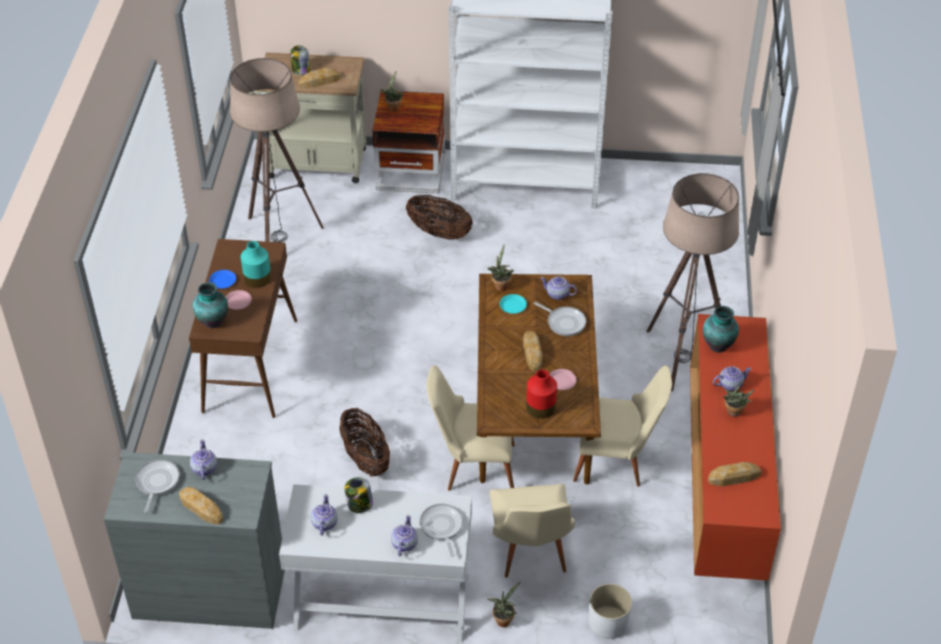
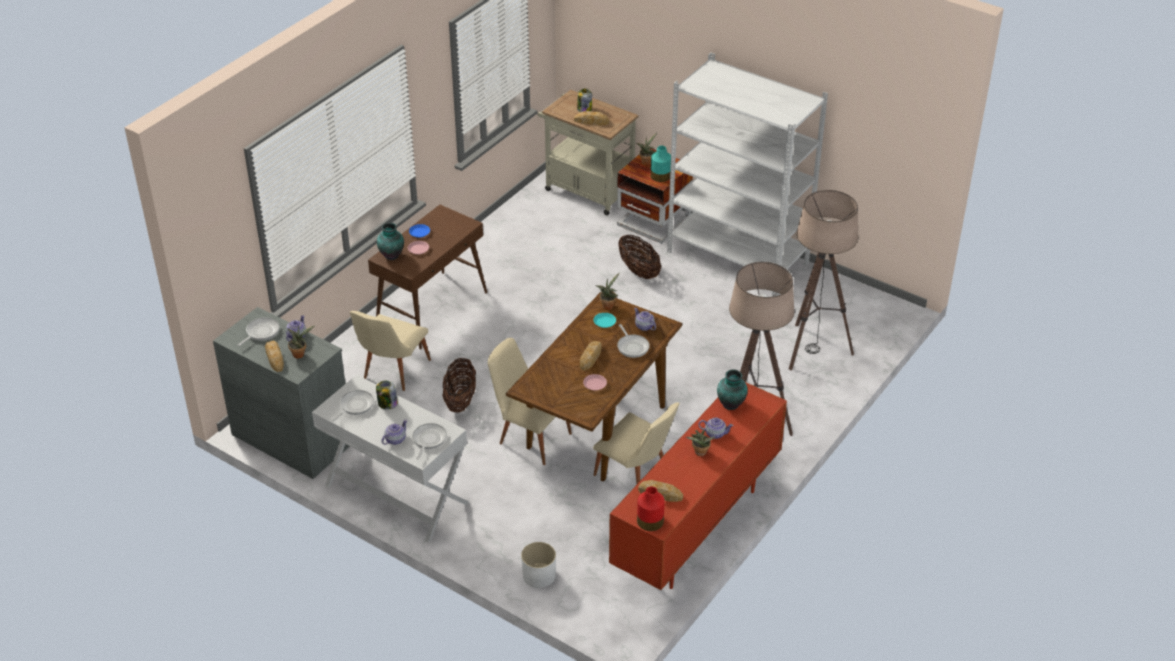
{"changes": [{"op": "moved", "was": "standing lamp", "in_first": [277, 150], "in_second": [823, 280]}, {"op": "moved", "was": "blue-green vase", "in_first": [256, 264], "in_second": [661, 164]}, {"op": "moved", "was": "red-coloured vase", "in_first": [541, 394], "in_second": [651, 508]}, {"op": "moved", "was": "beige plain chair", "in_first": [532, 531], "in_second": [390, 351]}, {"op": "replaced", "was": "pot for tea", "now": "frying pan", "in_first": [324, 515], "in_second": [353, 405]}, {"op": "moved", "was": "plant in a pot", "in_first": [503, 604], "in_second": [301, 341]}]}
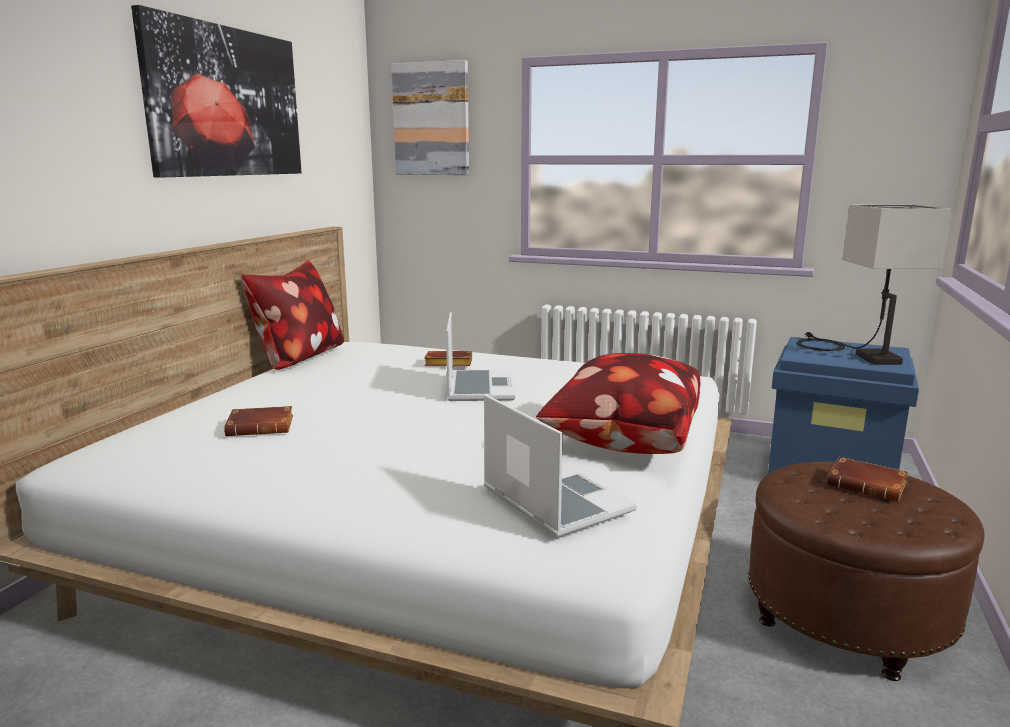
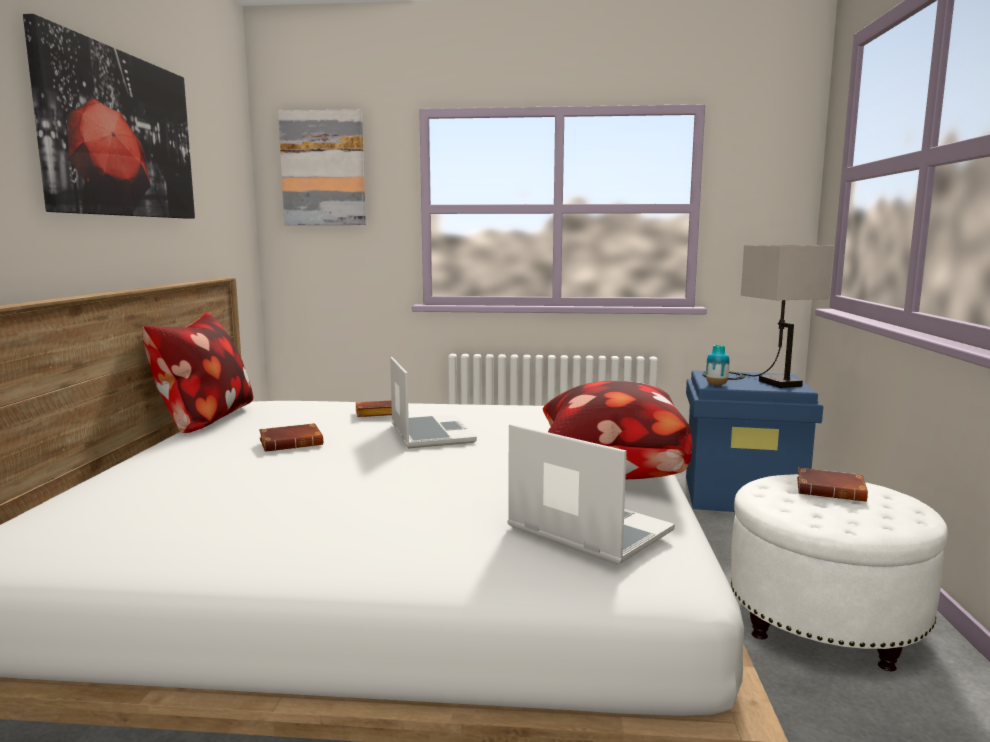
{"changes": [{"op": "moved", "was": "brown bound book", "in_first": [258, 421], "in_second": [291, 437]}, {"op": "recoloured", "was": "brown footrest", "now": "white footrest", "in_first": [866, 571], "in_second": [839, 572]}, {"op": "added", "now": "vase", "in_second": [718, 365]}]}
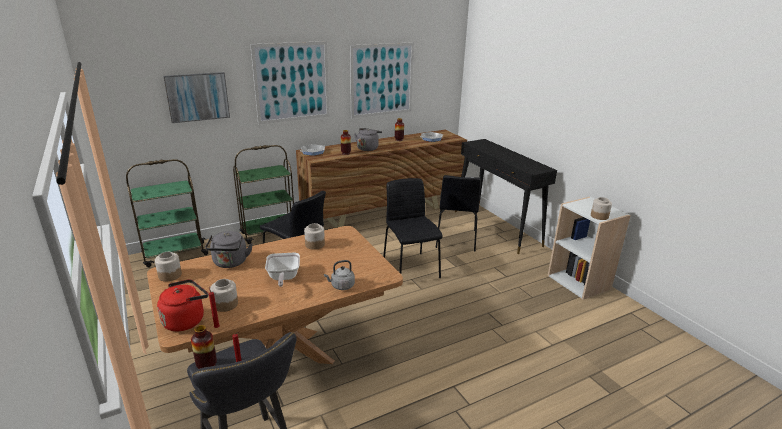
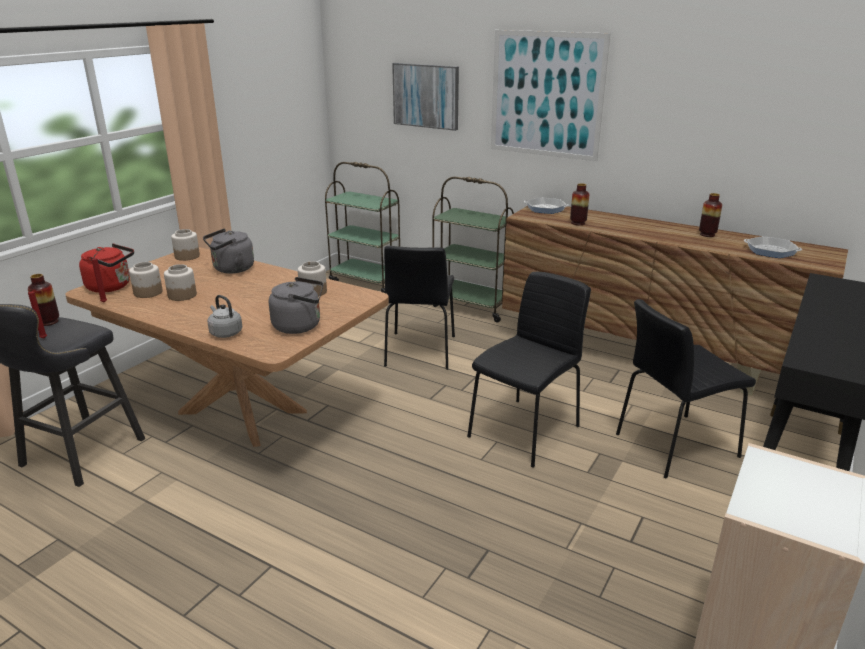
{"changes": [{"op": "removed", "was": "wall art", "in_first": [382, 80]}, {"op": "moved", "was": "grey kettle", "in_first": [368, 139], "in_second": [296, 305]}, {"op": "moved", "was": "storage jar", "in_first": [601, 208], "in_second": [180, 282]}, {"op": "removed", "was": "frying pan", "in_first": [282, 270]}]}
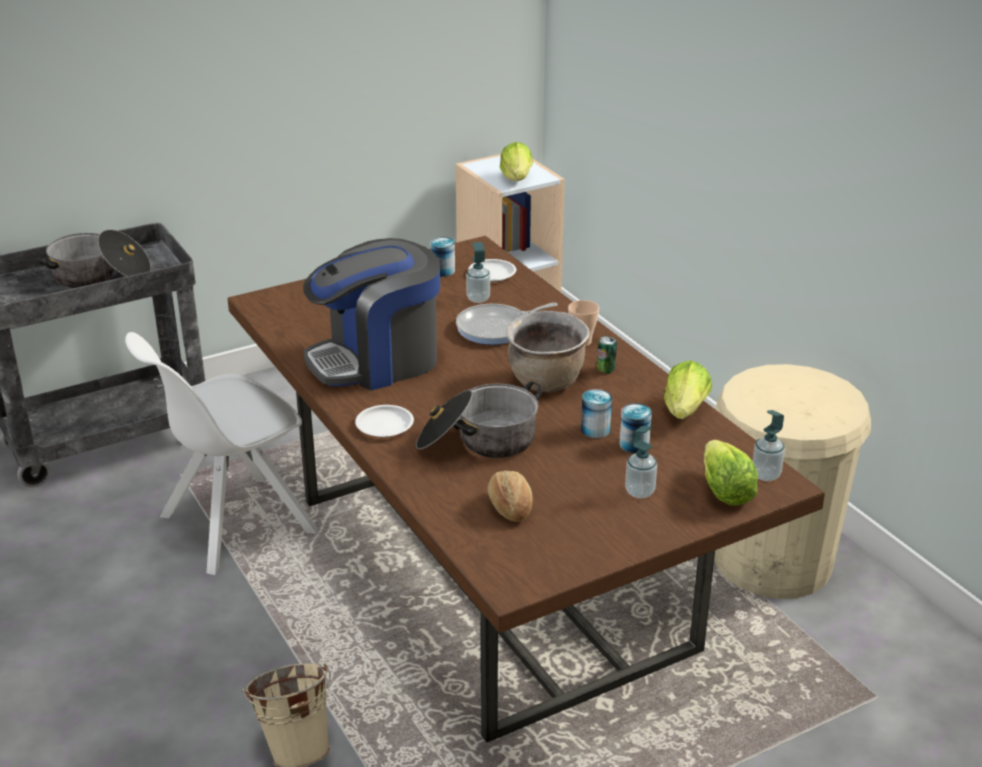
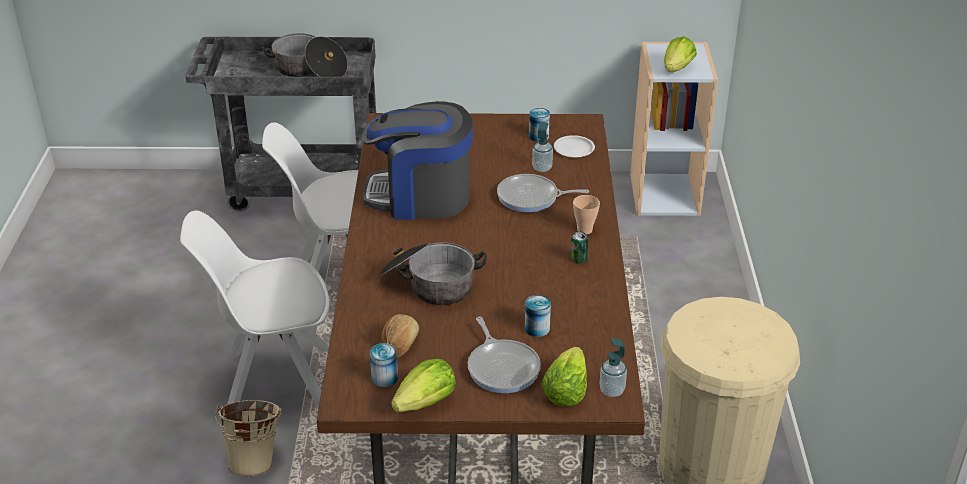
{"changes": [{"op": "removed", "was": "brown stockpot", "in_first": [548, 351]}, {"op": "moved", "was": "lettuce head", "in_first": [688, 389], "in_second": [423, 385]}, {"op": "moved", "was": "metal can", "in_first": [596, 413], "in_second": [384, 365]}, {"op": "removed", "was": "white flat dish", "in_first": [384, 421]}, {"op": "replaced", "was": "soap bottle", "now": "frying pan", "in_first": [641, 462], "in_second": [504, 355]}, {"op": "added", "now": "white plain chair", "in_second": [255, 310]}]}
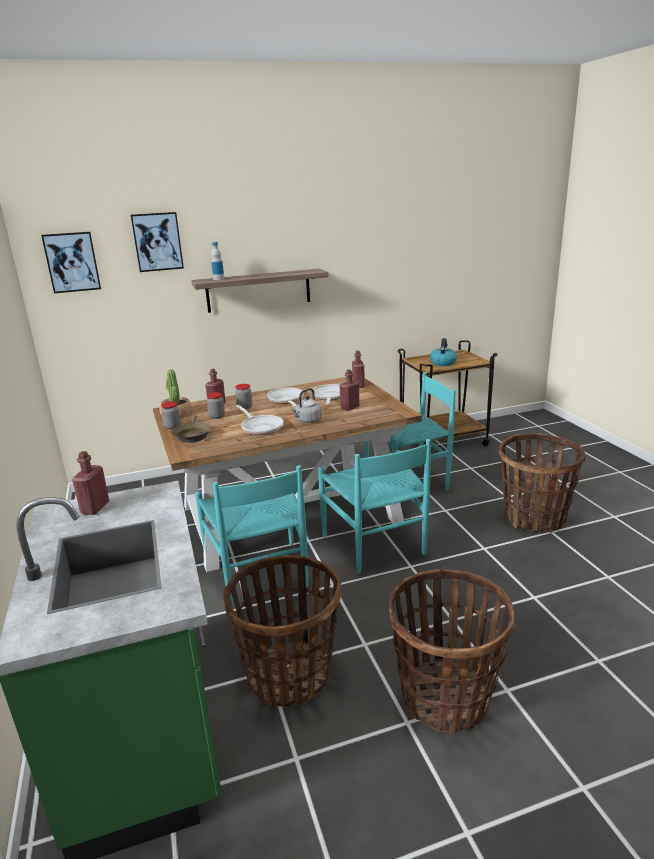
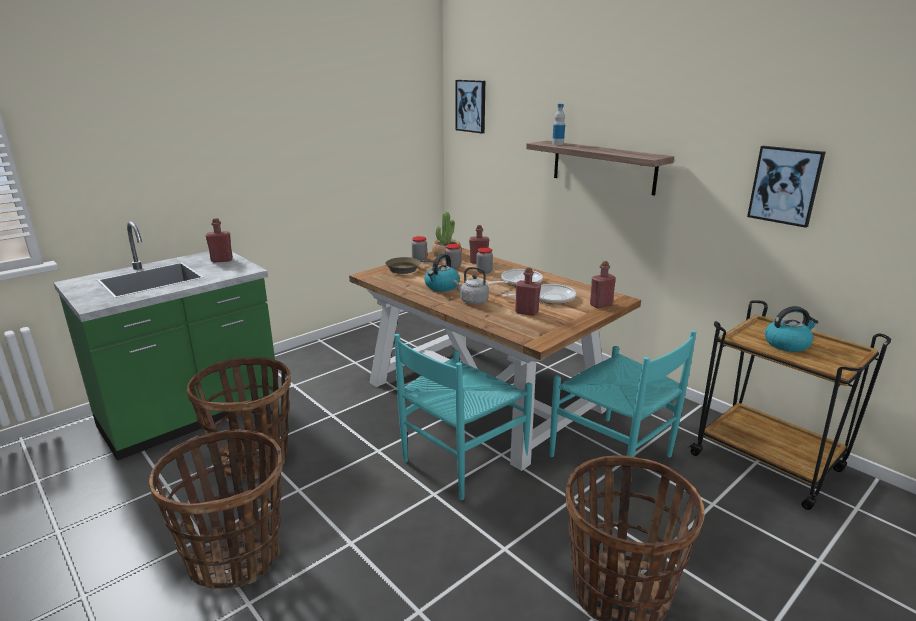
{"changes": [{"op": "moved", "was": "wall art", "in_first": [157, 242], "in_second": [786, 187]}, {"op": "replaced", "was": "frying pan", "now": "kettle", "in_first": [260, 420], "in_second": [442, 272]}, {"op": "removed", "was": "blue-green plain chair", "in_first": [251, 536]}]}
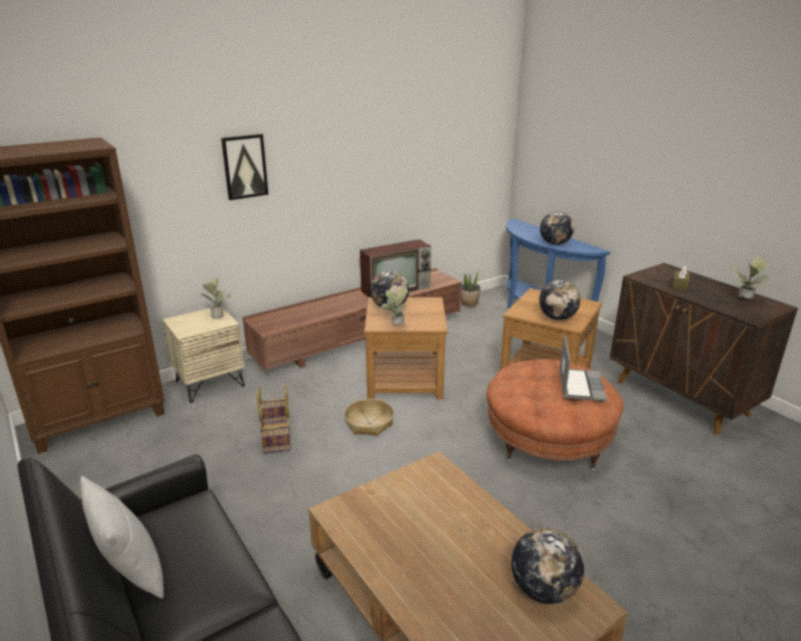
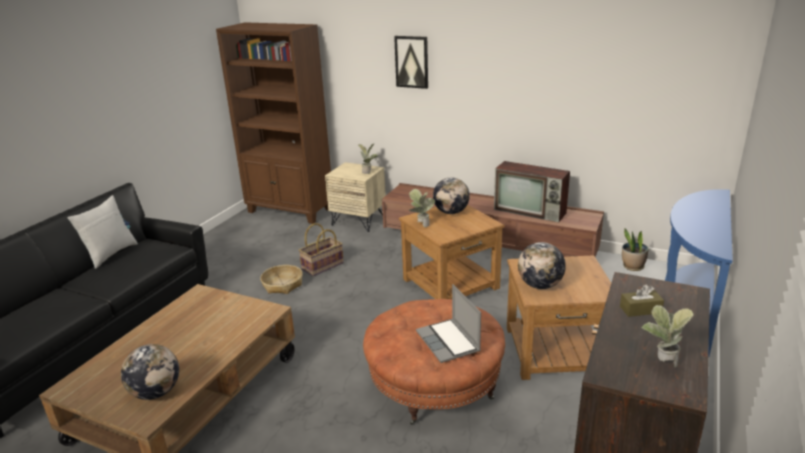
{"changes": [{"op": "removed", "was": "globe", "in_first": [557, 228]}, {"op": "turned", "was": "laptop", "in_first": [583, 368], "in_second": [448, 323], "clockwise": 90}, {"op": "moved", "was": "storage basket", "in_first": [369, 417], "in_second": [281, 279]}]}
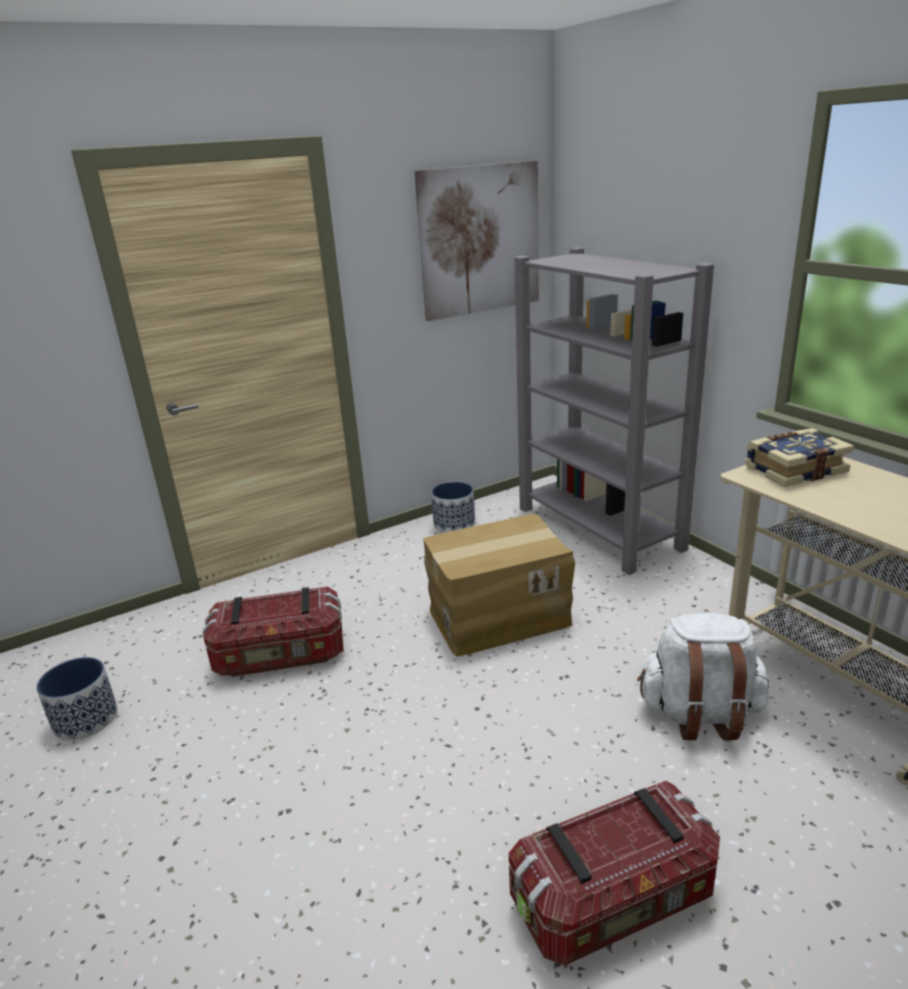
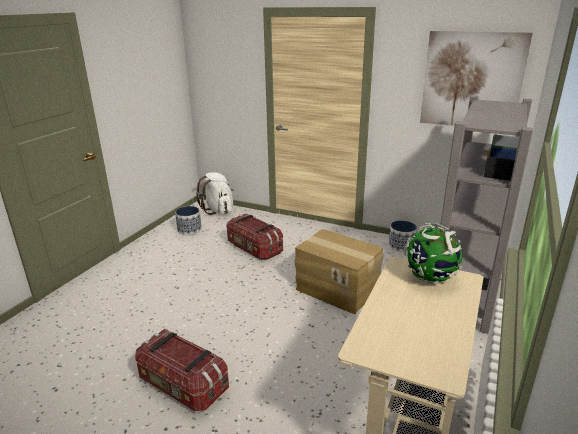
{"changes": [{"op": "replaced", "was": "bound book", "now": "globe", "in_first": [799, 457], "in_second": [433, 253]}, {"op": "moved", "was": "white knapsack", "in_first": [703, 677], "in_second": [214, 193]}]}
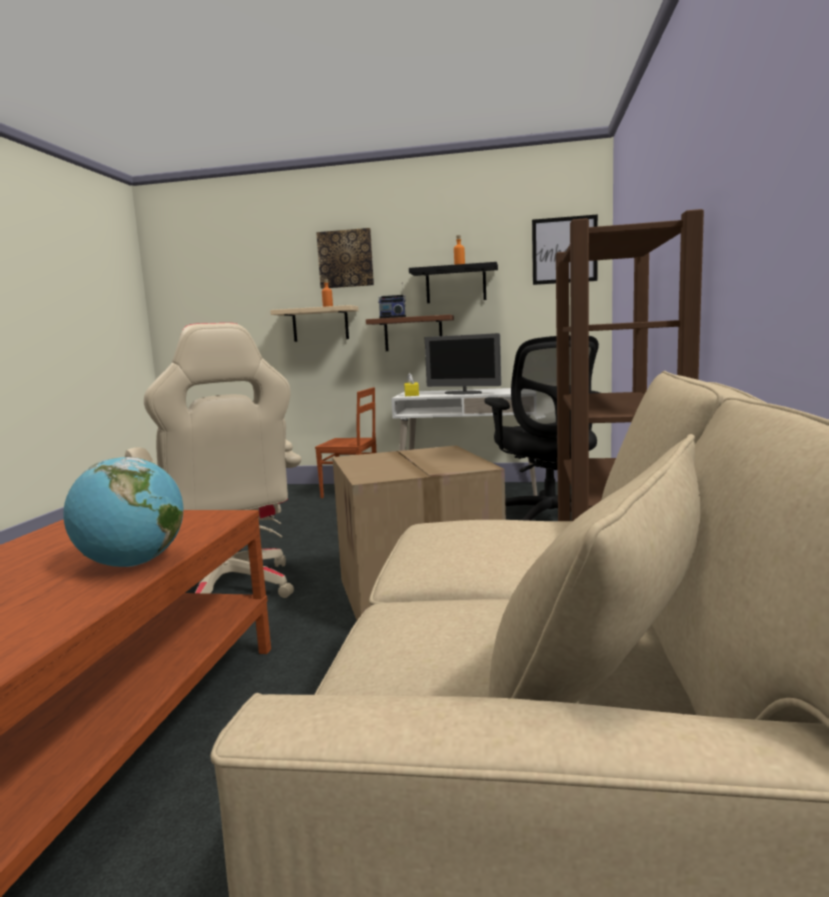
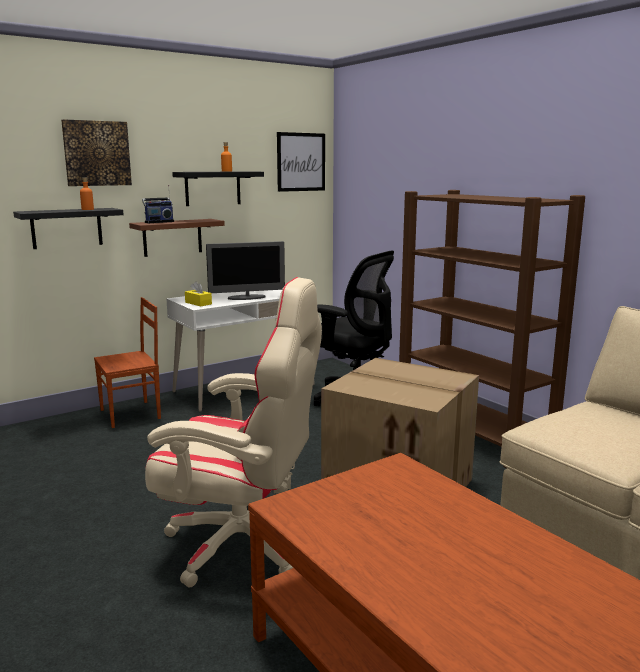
{"changes": [{"op": "recoloured", "was": "beige wall shelf", "now": "blackish wall shelf", "in_first": [314, 323], "in_second": [68, 228]}, {"op": "removed", "was": "globe", "in_first": [123, 512]}]}
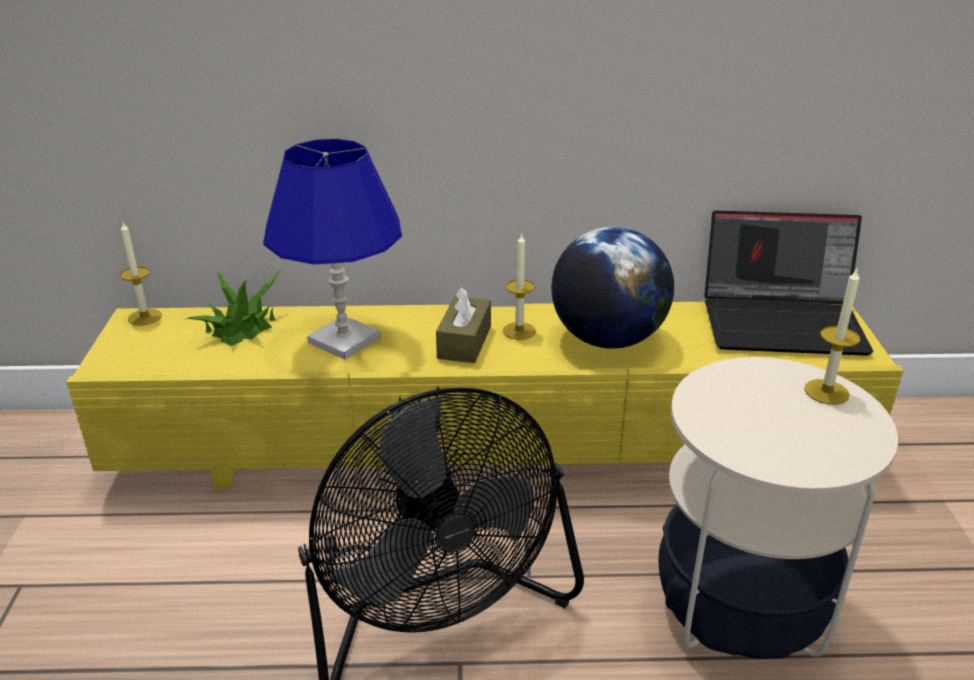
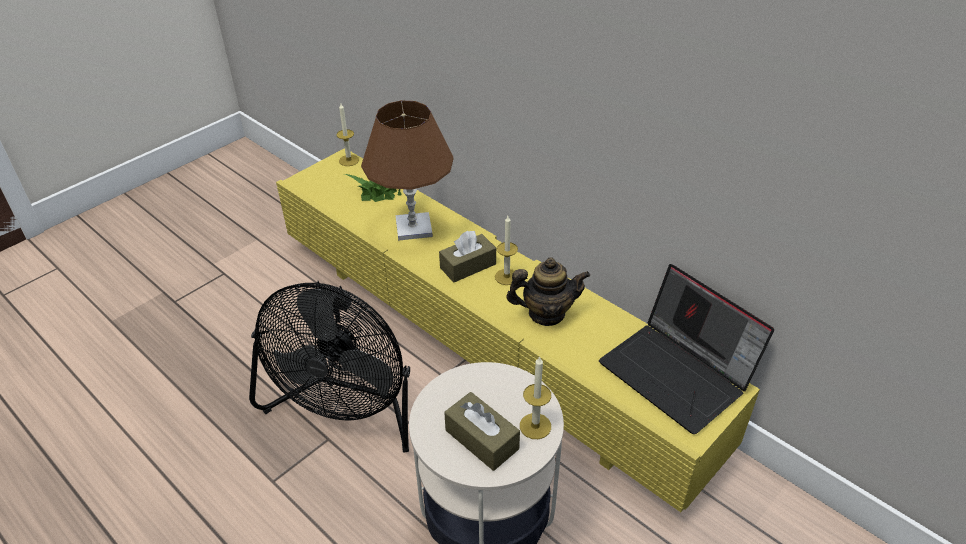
{"changes": [{"op": "recoloured", "was": "blue tabletop lamp", "now": "brown tabletop lamp", "in_first": [332, 249], "in_second": [407, 170]}, {"op": "replaced", "was": "globe", "now": "pot for tea", "in_first": [612, 288], "in_second": [548, 292]}, {"op": "added", "now": "brown box of tissues", "in_second": [482, 431]}]}
